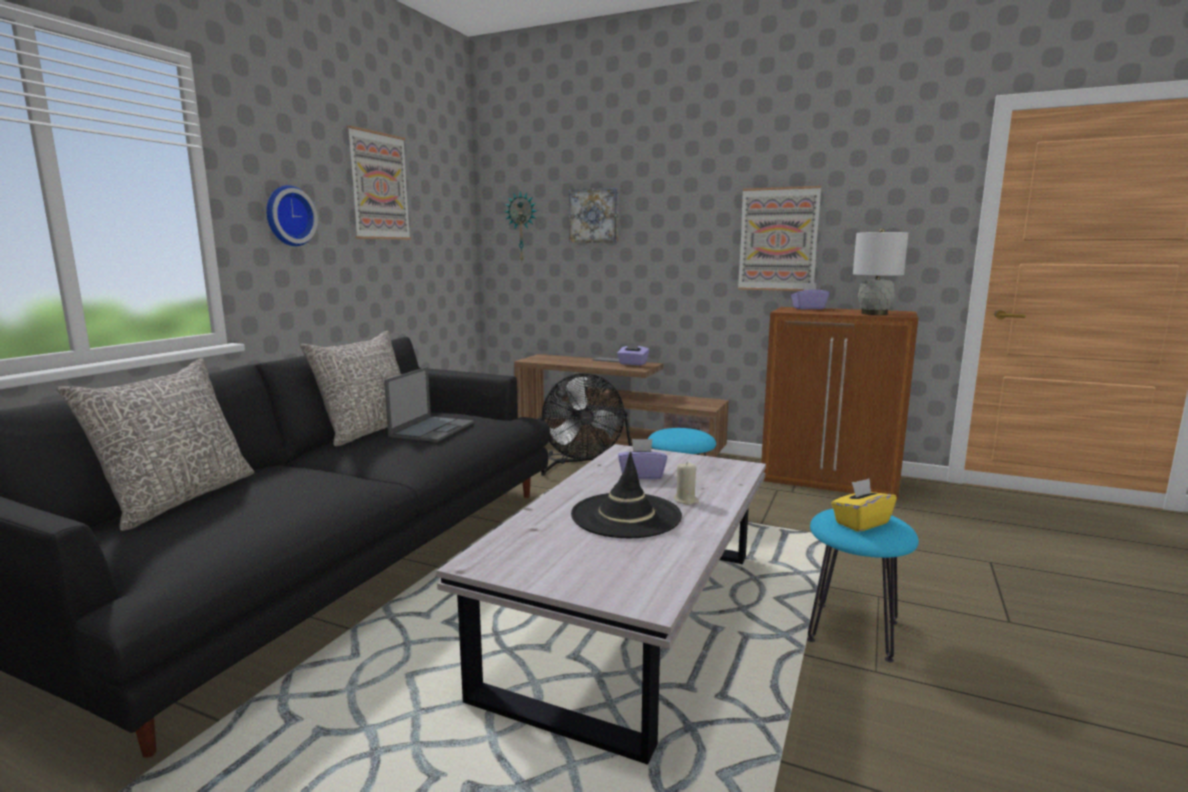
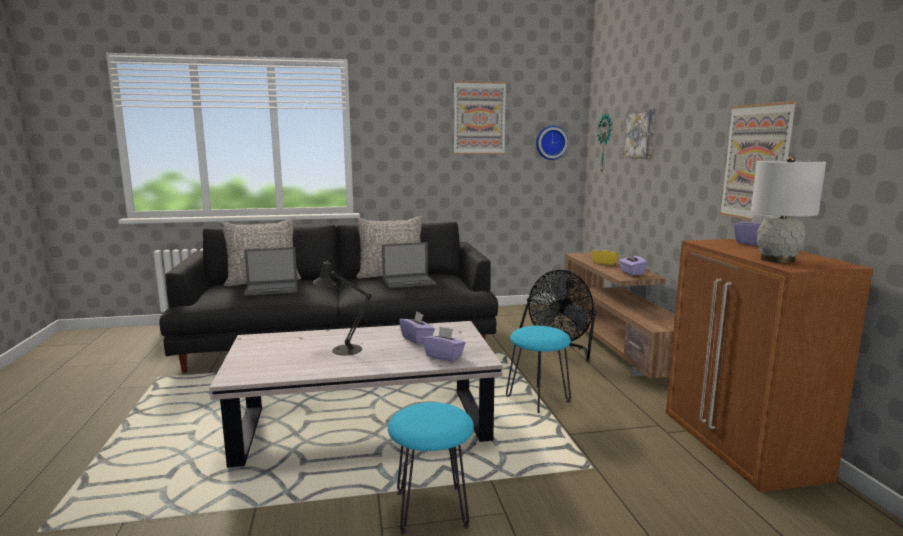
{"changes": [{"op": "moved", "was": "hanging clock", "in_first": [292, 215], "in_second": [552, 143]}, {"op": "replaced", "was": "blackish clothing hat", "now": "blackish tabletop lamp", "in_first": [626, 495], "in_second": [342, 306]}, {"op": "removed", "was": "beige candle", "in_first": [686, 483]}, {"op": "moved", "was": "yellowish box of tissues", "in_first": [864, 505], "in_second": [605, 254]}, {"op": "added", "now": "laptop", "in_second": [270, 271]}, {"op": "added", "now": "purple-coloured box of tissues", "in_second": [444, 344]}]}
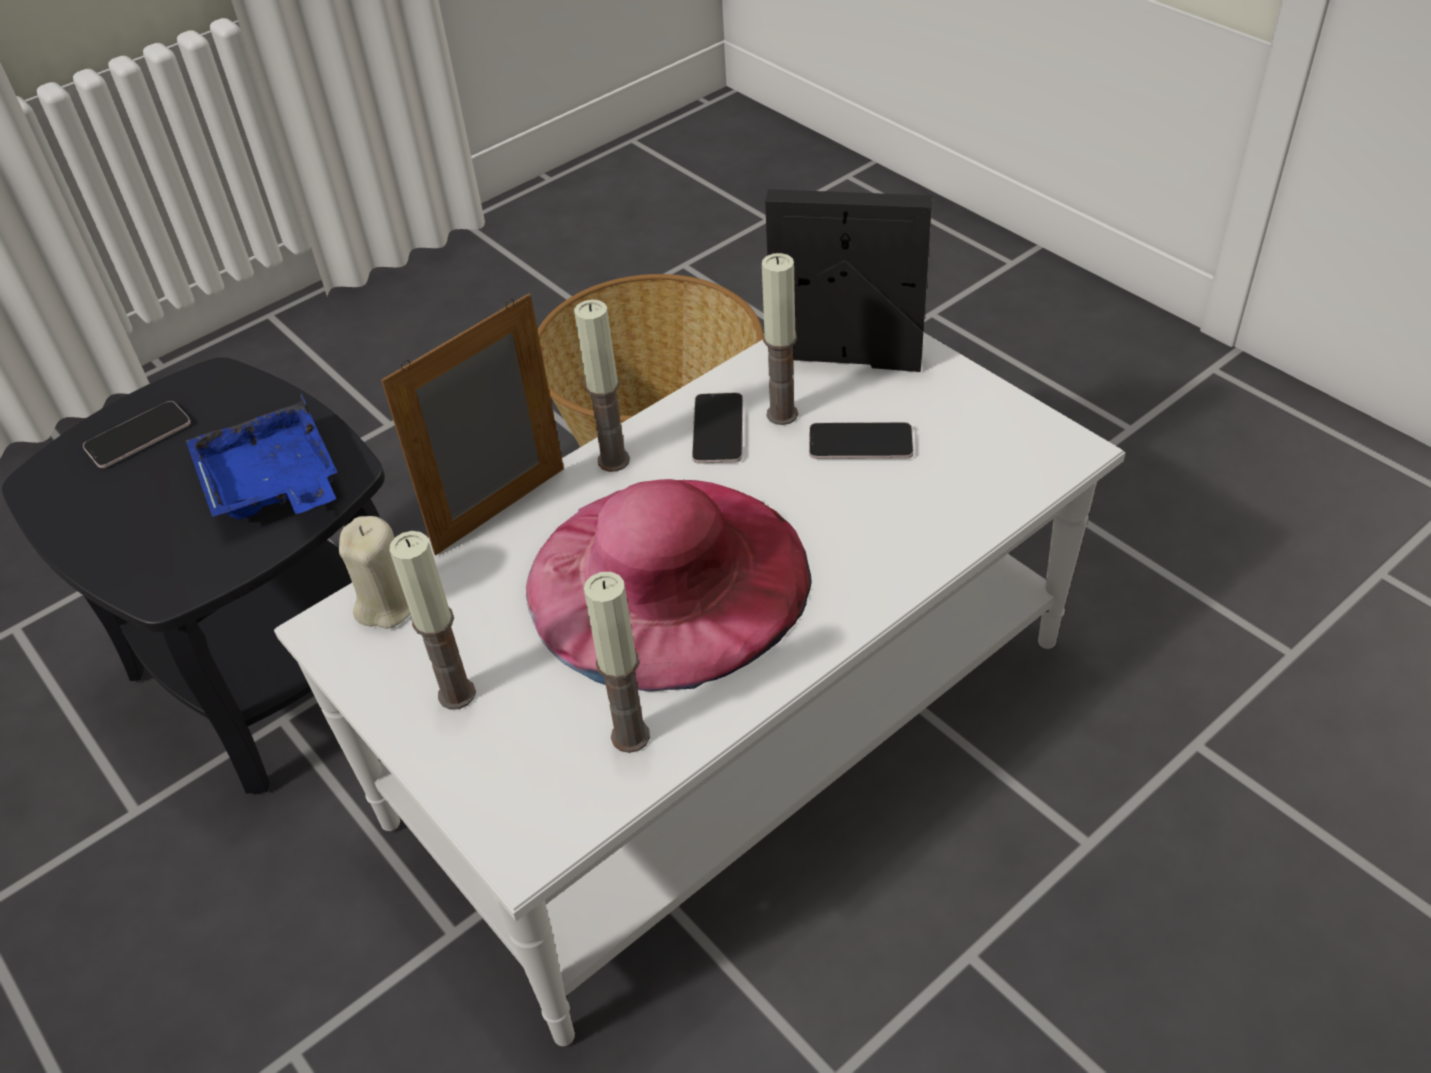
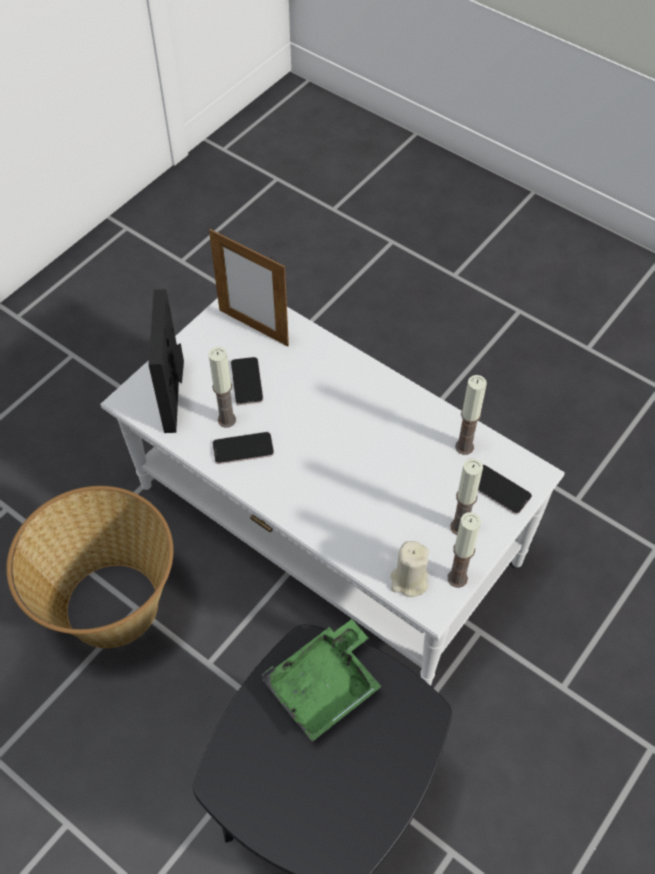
{"changes": [{"op": "moved", "was": "standing frame", "in_first": [472, 424], "in_second": [249, 287]}, {"op": "moved", "was": "candle", "in_first": [602, 386], "in_second": [464, 550]}, {"op": "recoloured", "was": "blue carrying tray", "now": "green-coloured carrying tray", "in_first": [262, 456], "in_second": [322, 680]}, {"op": "moved", "was": "telephone", "in_first": [137, 434], "in_second": [505, 489]}, {"op": "removed", "was": "pinkish clothing hat", "in_first": [669, 585]}]}
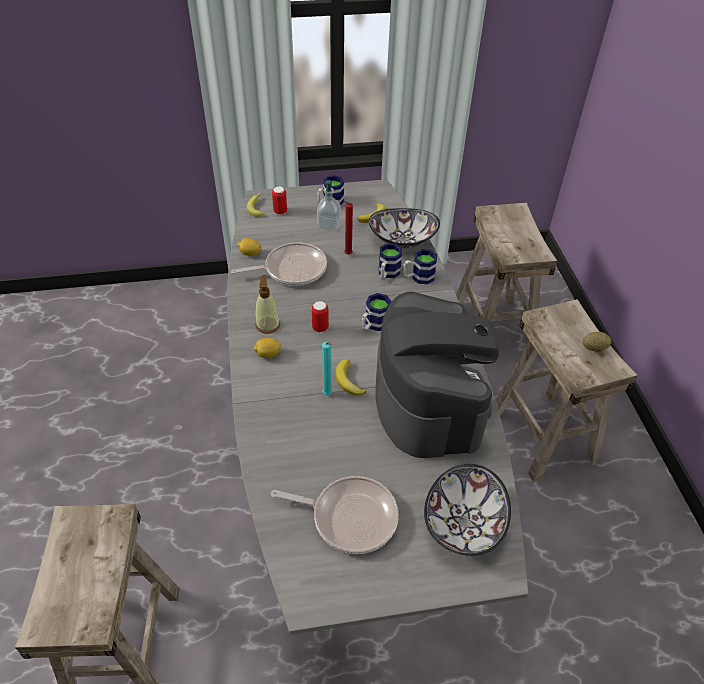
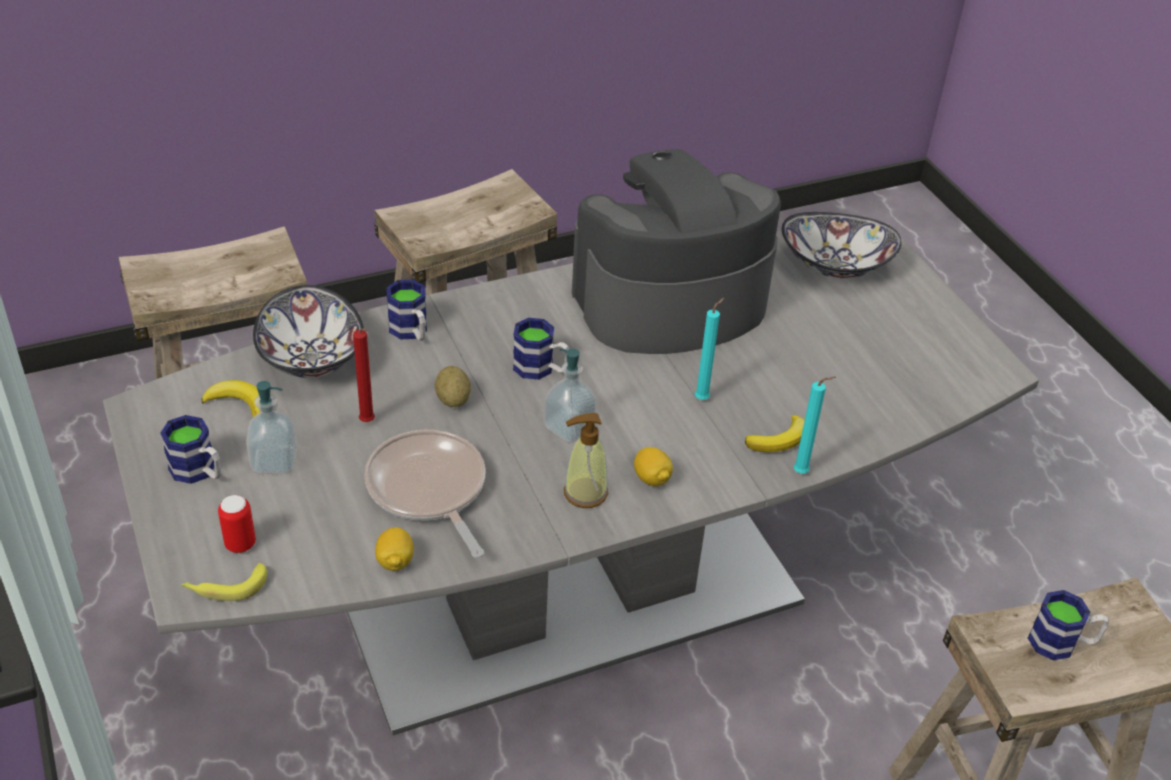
{"changes": [{"op": "moved", "was": "tea mug", "in_first": [390, 261], "in_second": [1068, 625]}, {"op": "replaced", "was": "metal can", "now": "soap bottle", "in_first": [320, 316], "in_second": [570, 395]}, {"op": "moved", "was": "whole potato", "in_first": [597, 342], "in_second": [453, 386]}, {"op": "moved", "was": "banana", "in_first": [350, 377], "in_second": [775, 433]}, {"op": "removed", "was": "frying pan", "in_first": [335, 515]}, {"op": "added", "now": "blue-green candle", "in_second": [814, 425]}]}
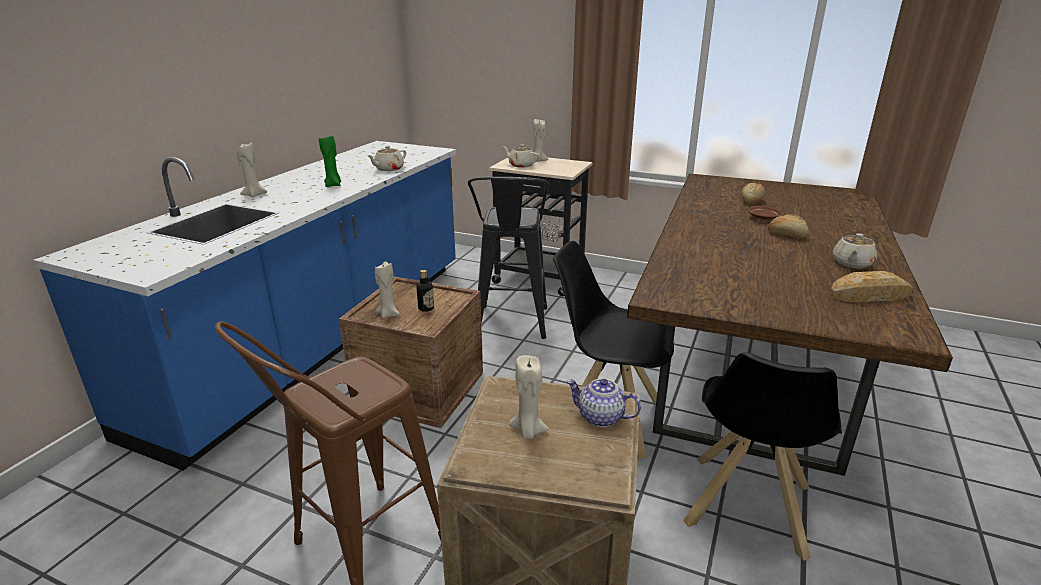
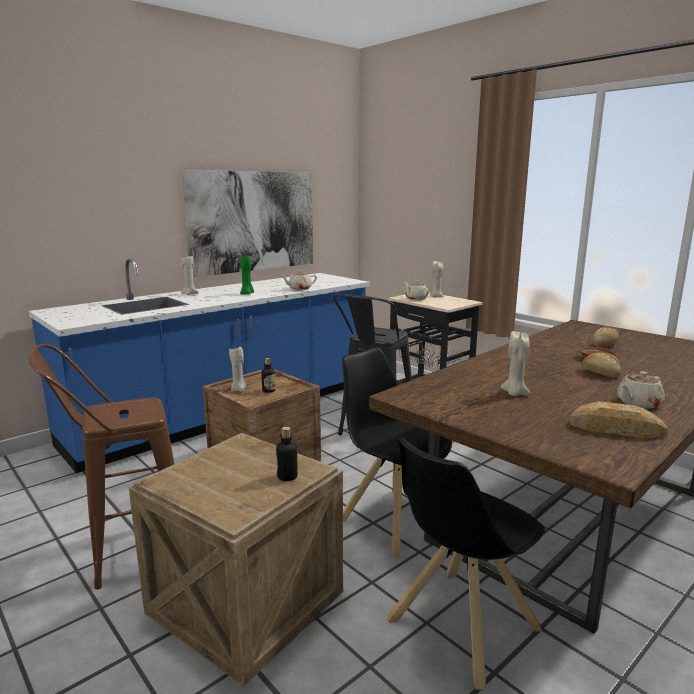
{"changes": [{"op": "moved", "was": "beige candle", "in_first": [529, 397], "in_second": [516, 363]}, {"op": "replaced", "was": "pot for tea", "now": "beverage bottle", "in_first": [603, 403], "in_second": [287, 454]}, {"op": "added", "now": "wall art", "in_second": [247, 223]}]}
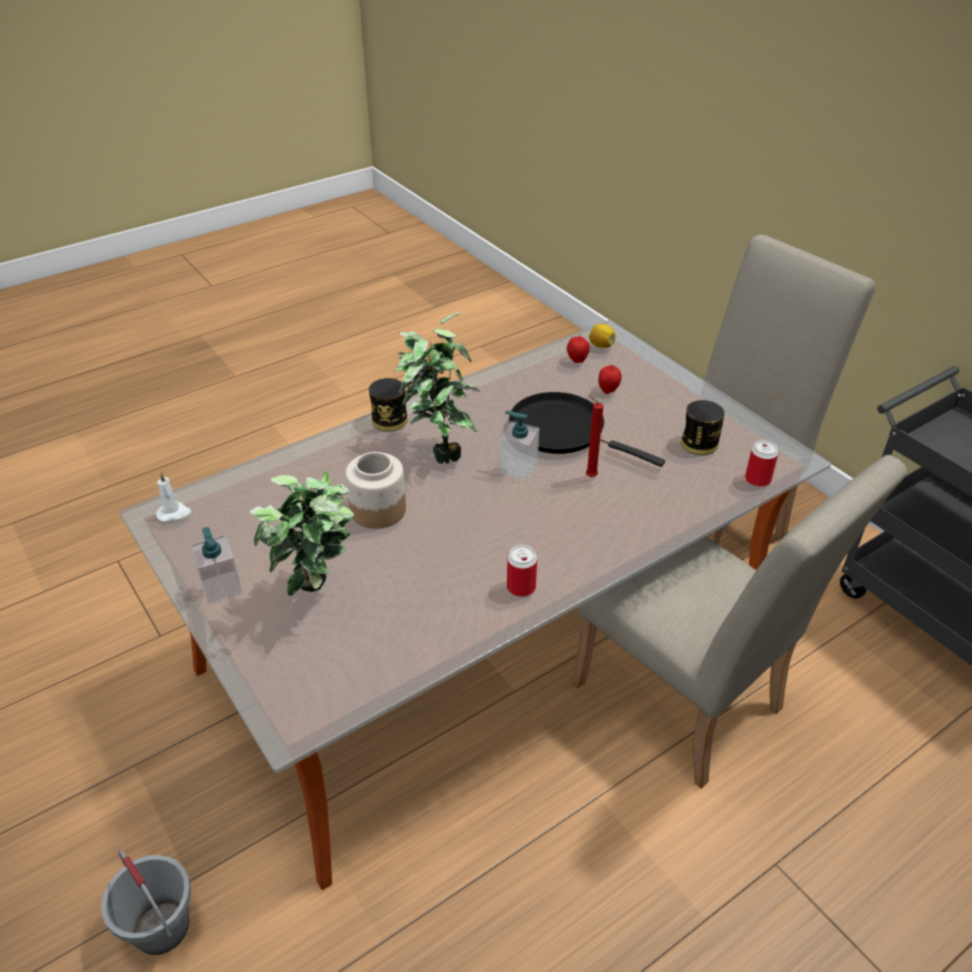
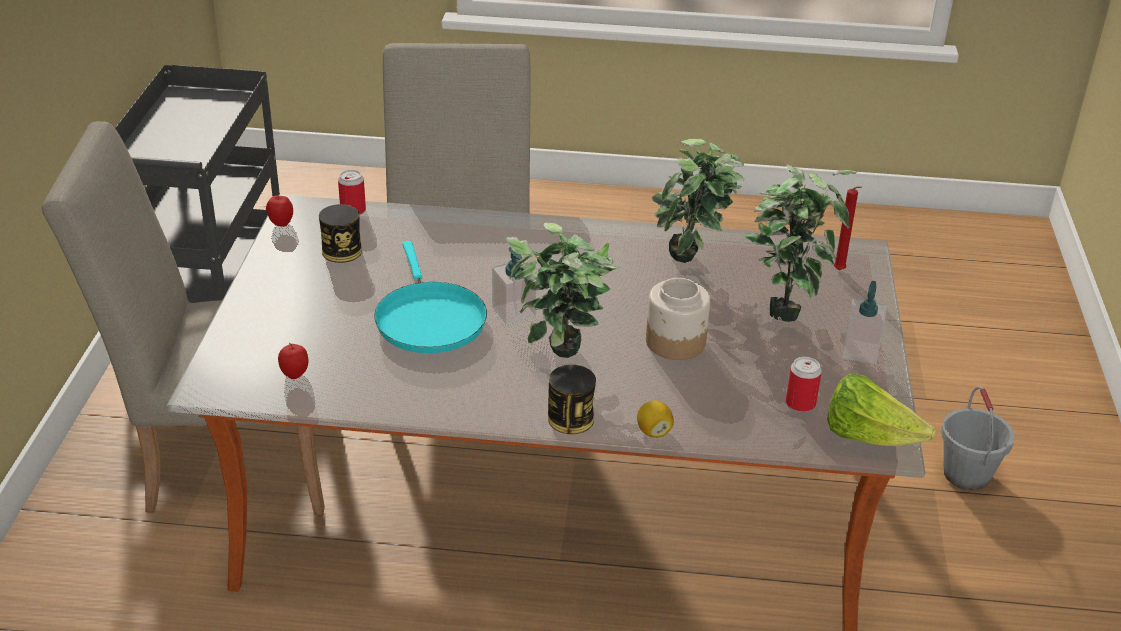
{"changes": [{"op": "moved", "was": "citrus fruit", "in_first": [602, 336], "in_second": [655, 419]}, {"op": "moved", "was": "apple fruit", "in_first": [610, 379], "in_second": [279, 210]}, {"op": "recoloured", "was": "blackish frying pan", "now": "blue-green frying pan", "in_first": [587, 429], "in_second": [430, 297]}, {"op": "moved", "was": "red-coloured candle", "in_first": [595, 436], "in_second": [848, 228]}, {"op": "replaced", "was": "white candle", "now": "lettuce head", "in_first": [174, 497], "in_second": [881, 410]}, {"op": "moved", "was": "metal can", "in_first": [522, 571], "in_second": [804, 384]}, {"op": "added", "now": "plant in a pot", "in_second": [698, 201]}]}
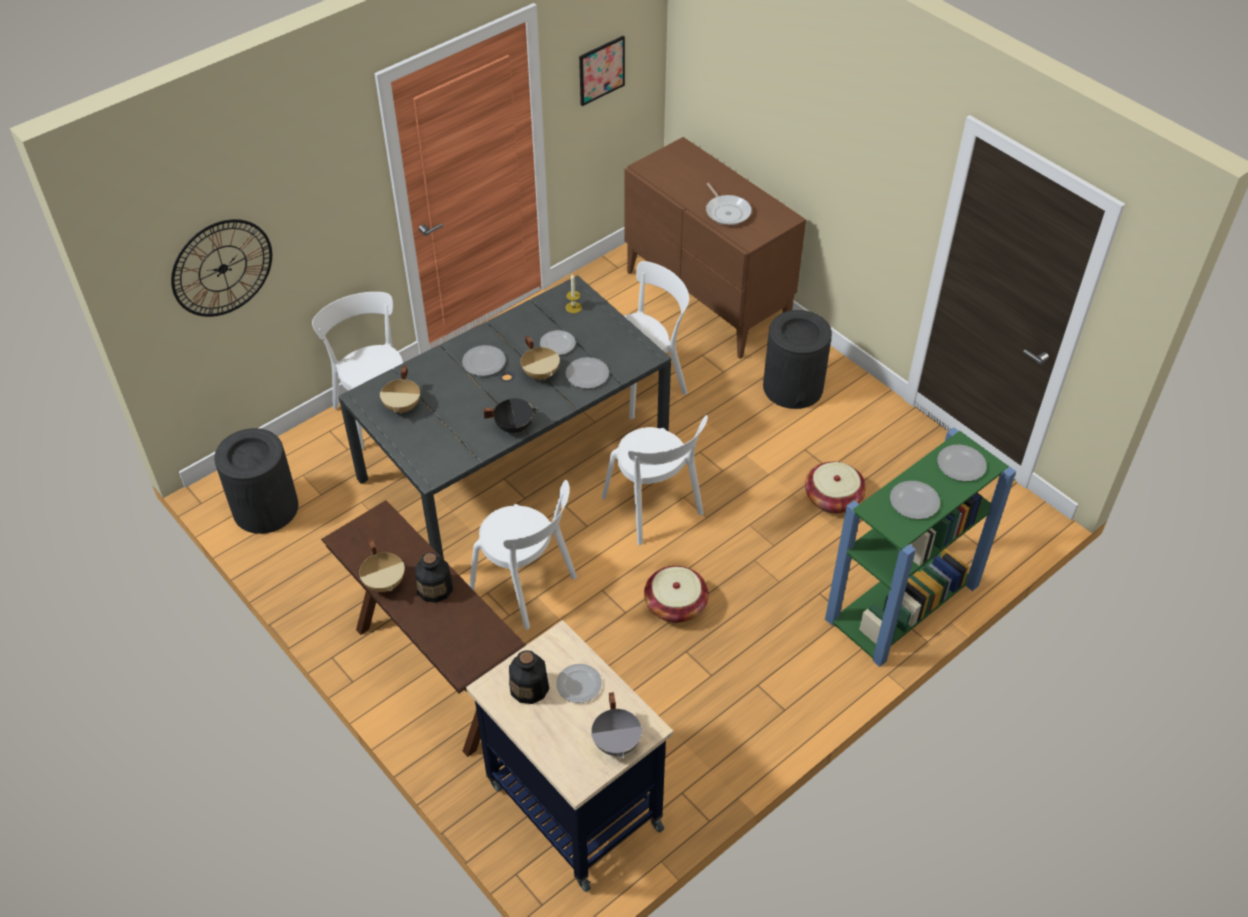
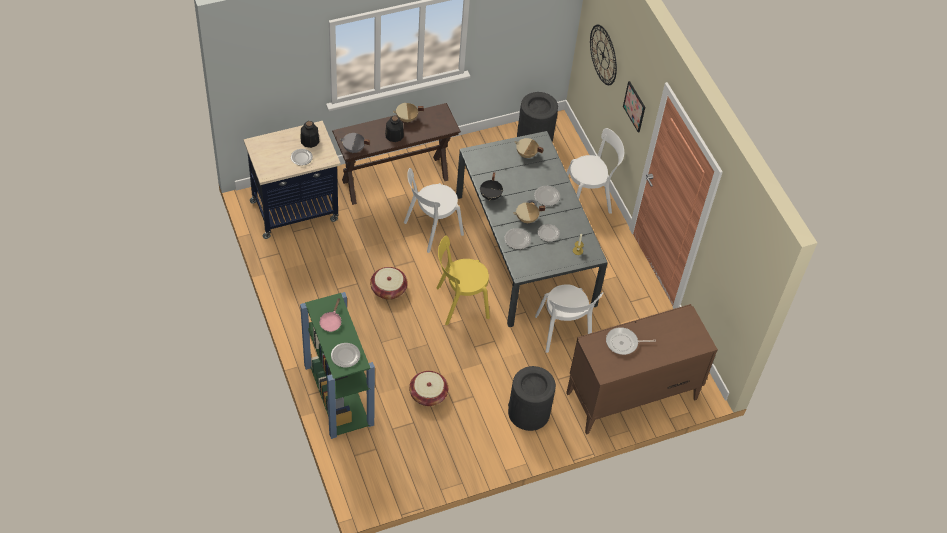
{"changes": [{"op": "moved", "was": "wall art", "in_first": [602, 71], "in_second": [634, 106]}, {"op": "recoloured", "was": "white plain chair", "now": "yellowish plain chair", "in_first": [655, 480], "in_second": [463, 280]}, {"op": "replaced", "was": "flat dish", "now": "pinkish frying pan", "in_first": [915, 500], "in_second": [330, 315]}, {"op": "moved", "was": "grey stockpot", "in_first": [616, 725], "in_second": [355, 143]}]}
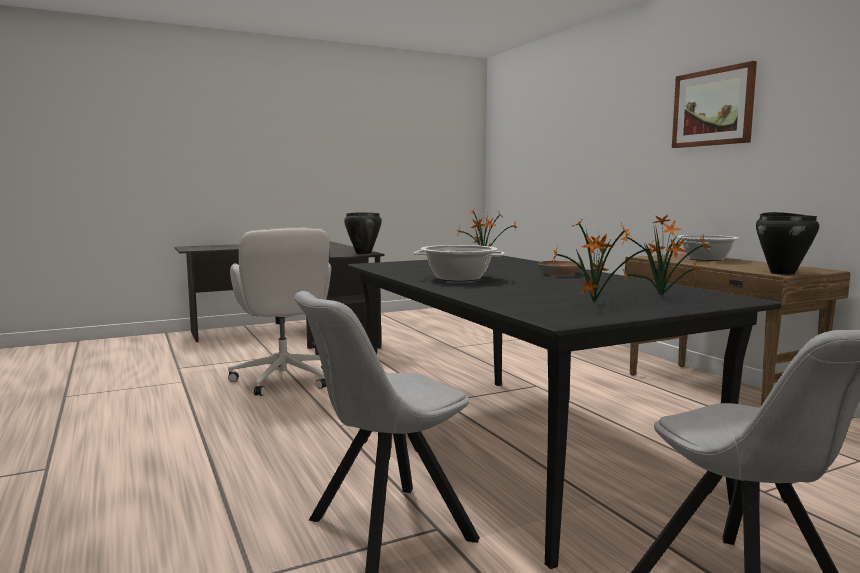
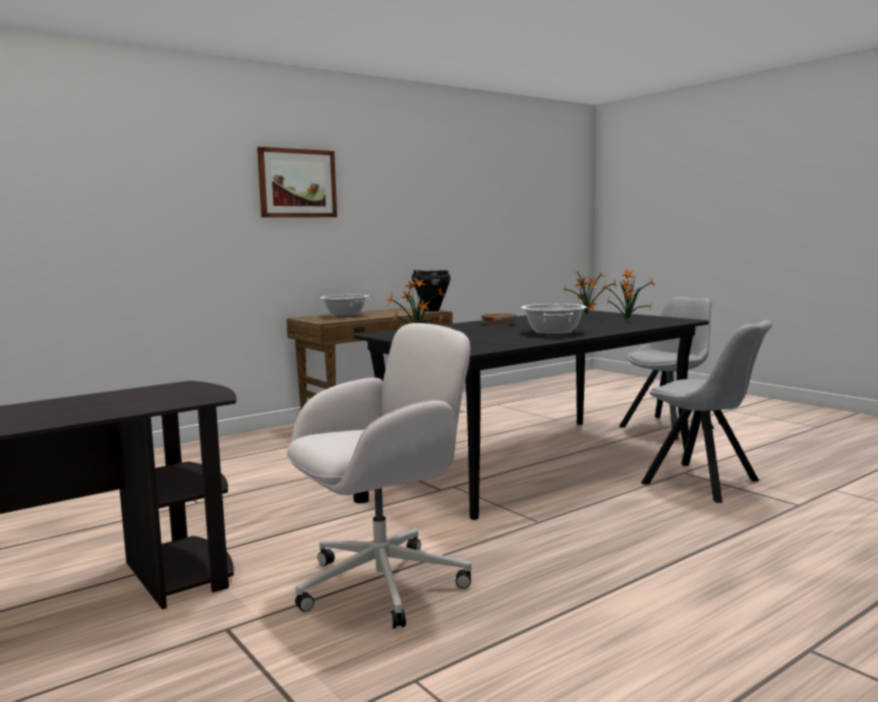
{"changes": [{"op": "removed", "was": "blackish stockpot", "in_first": [363, 233]}]}
